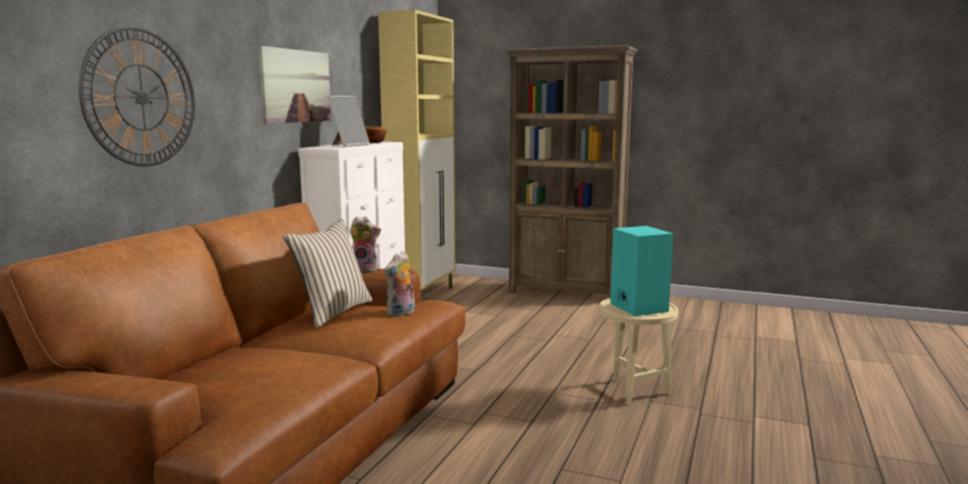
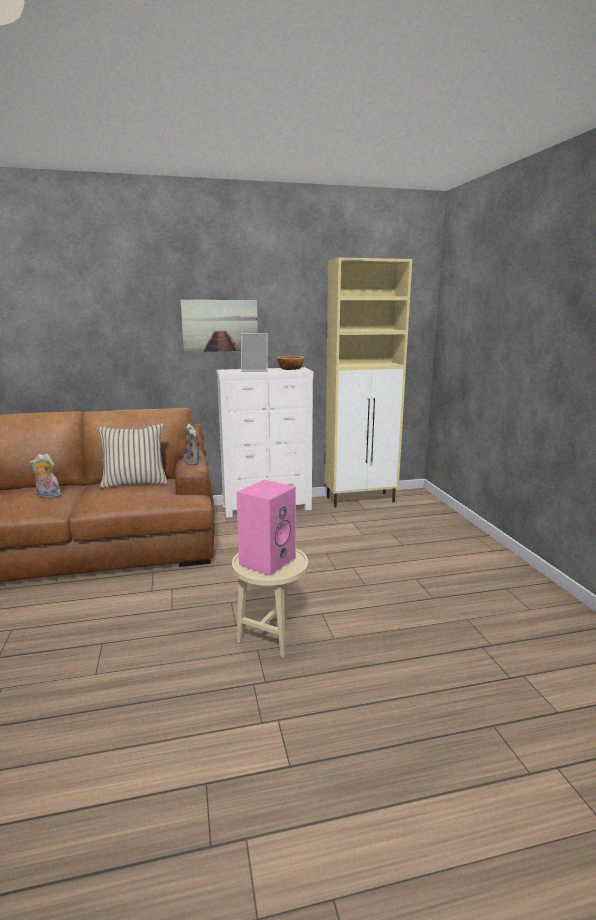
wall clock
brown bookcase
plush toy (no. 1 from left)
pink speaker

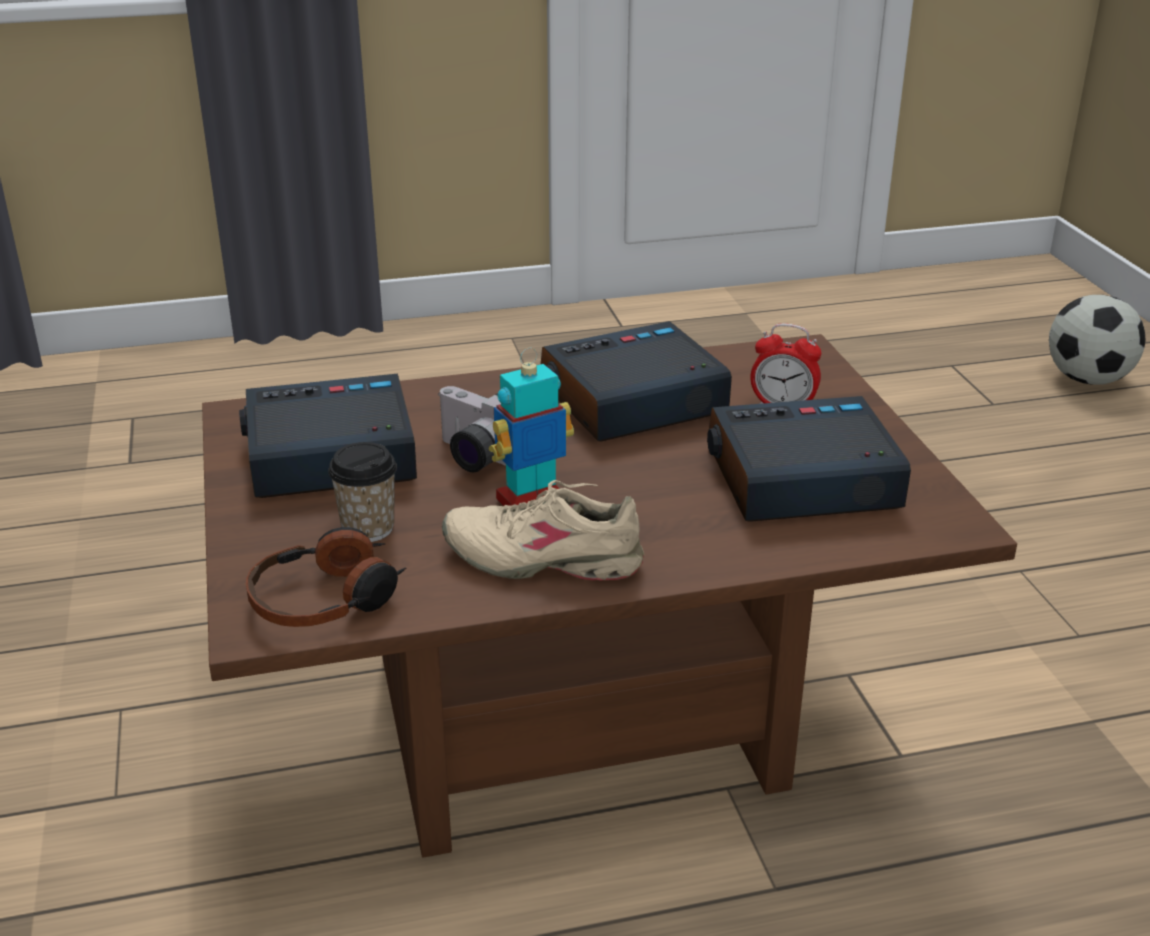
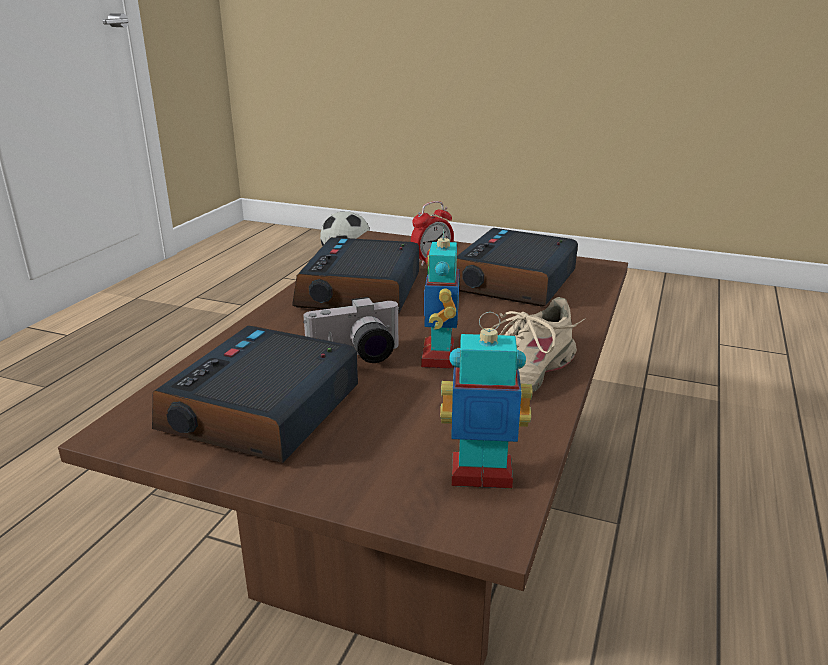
cup
toy robot (no. 2 from left)

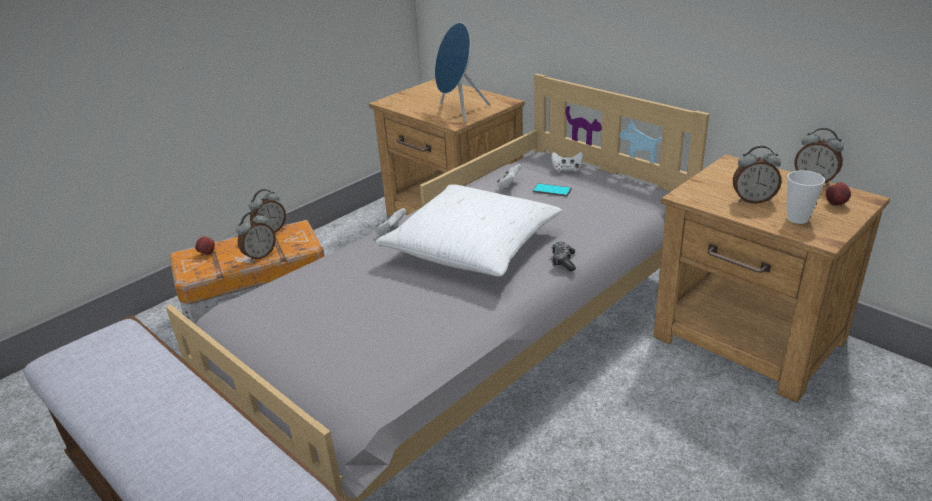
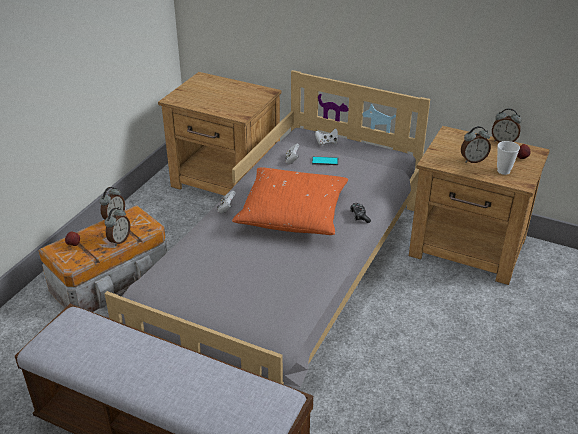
blue speaker
orange pillow

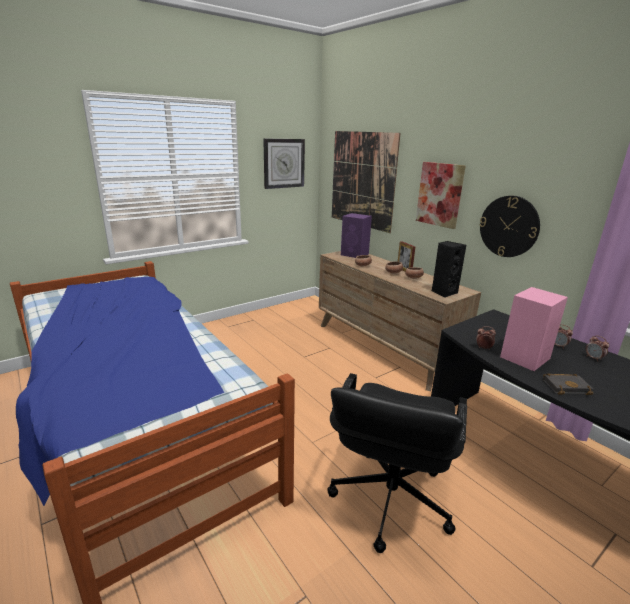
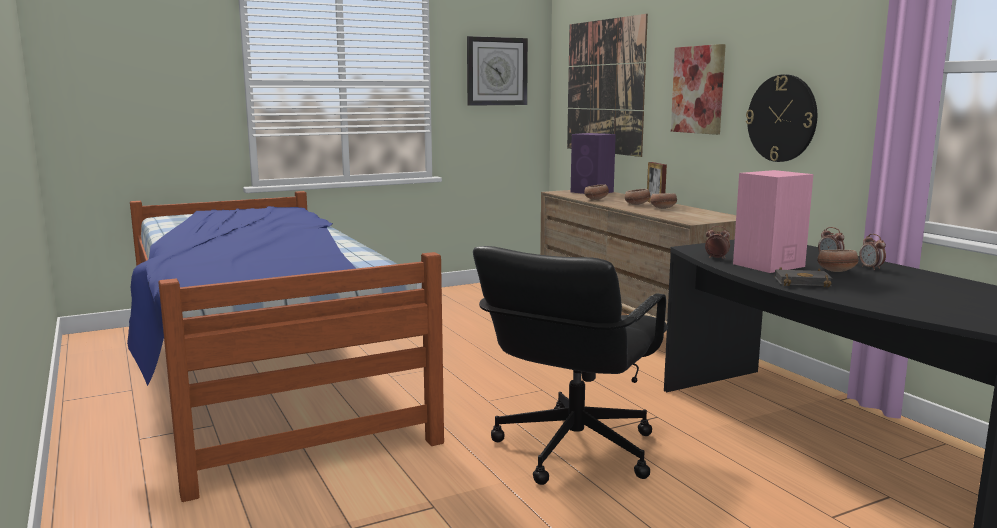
black speaker
bowl (no. 4 from left)

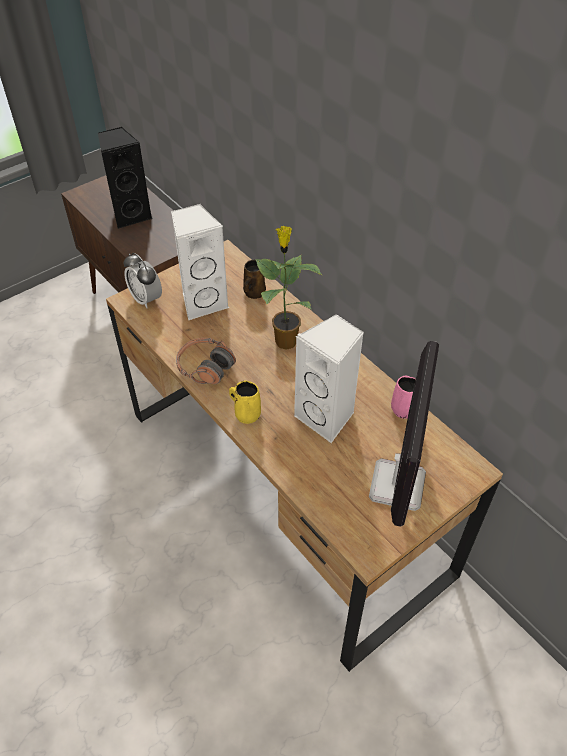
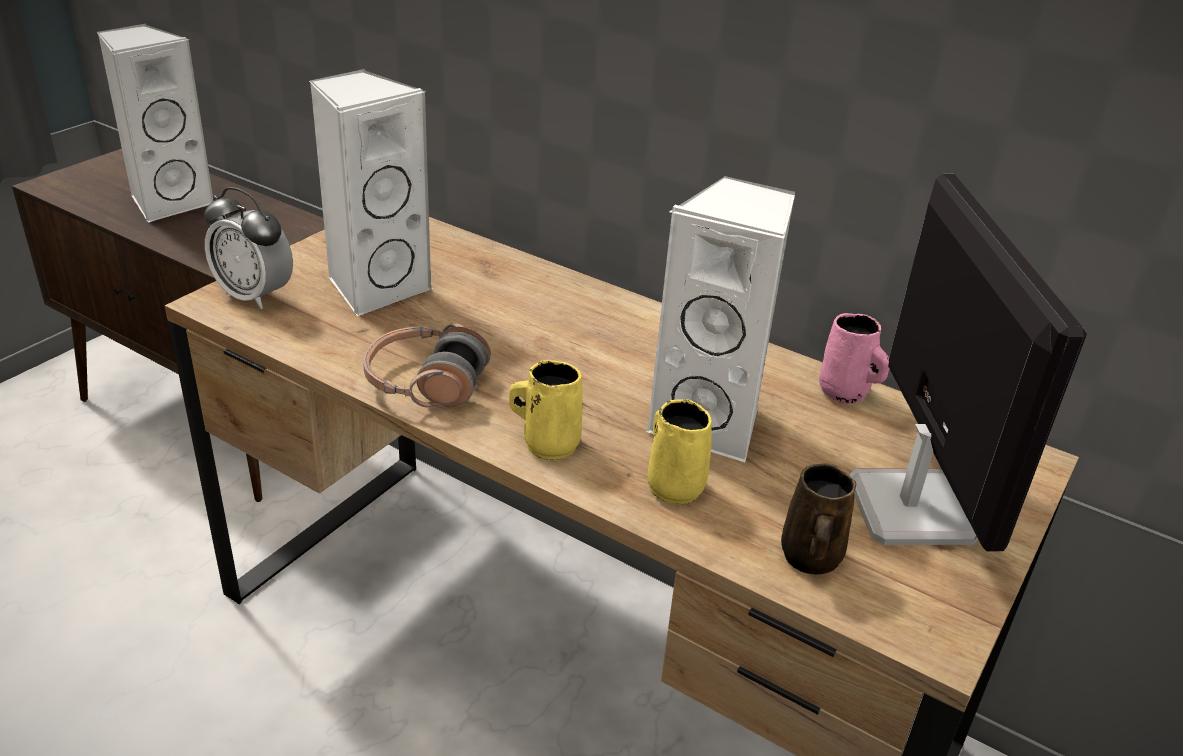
potted plant
yellow mug (no. 2 from left)
brown mug
white speaker (no. 1 from left)

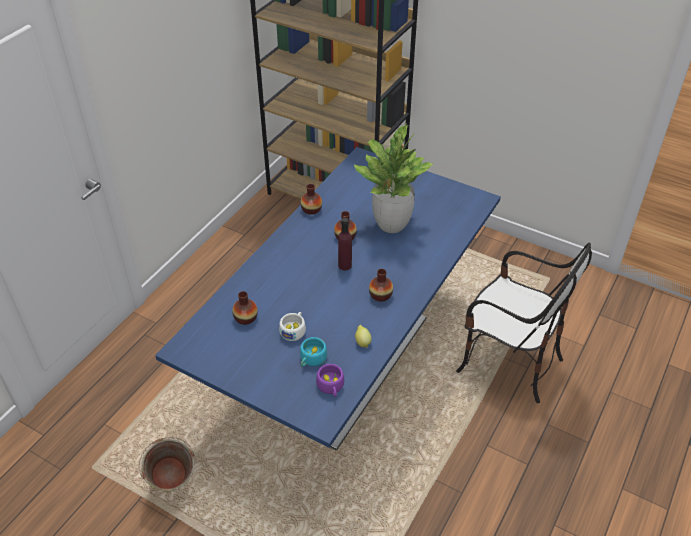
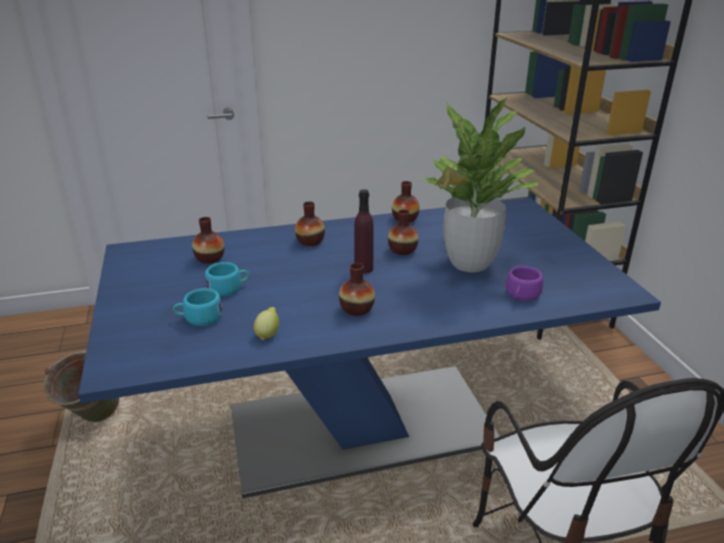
vase (no. 2 from left)
purple cup
turquoise cup (no. 2 from left)

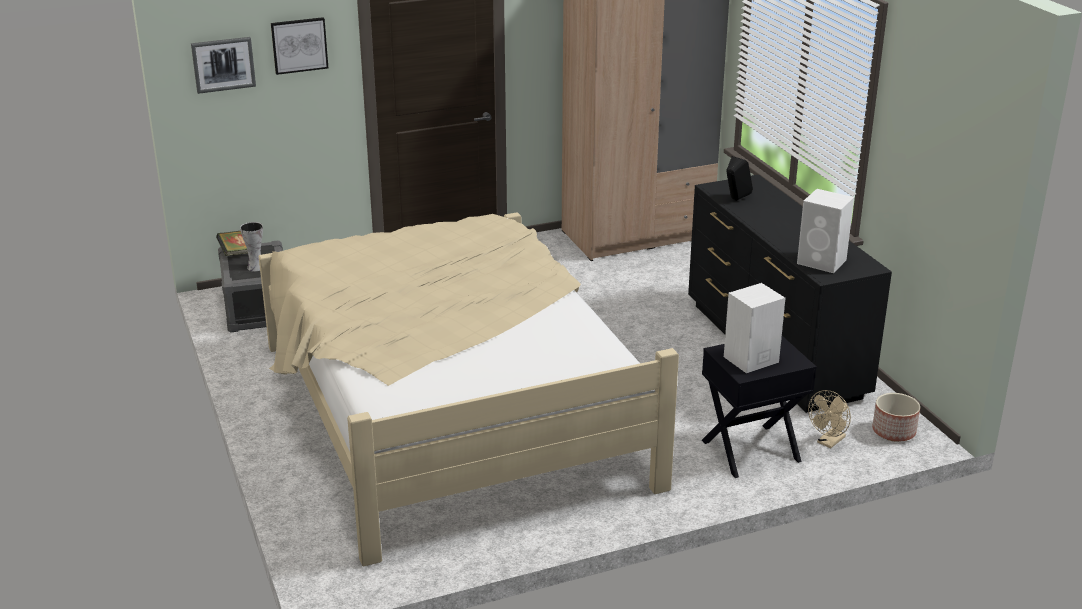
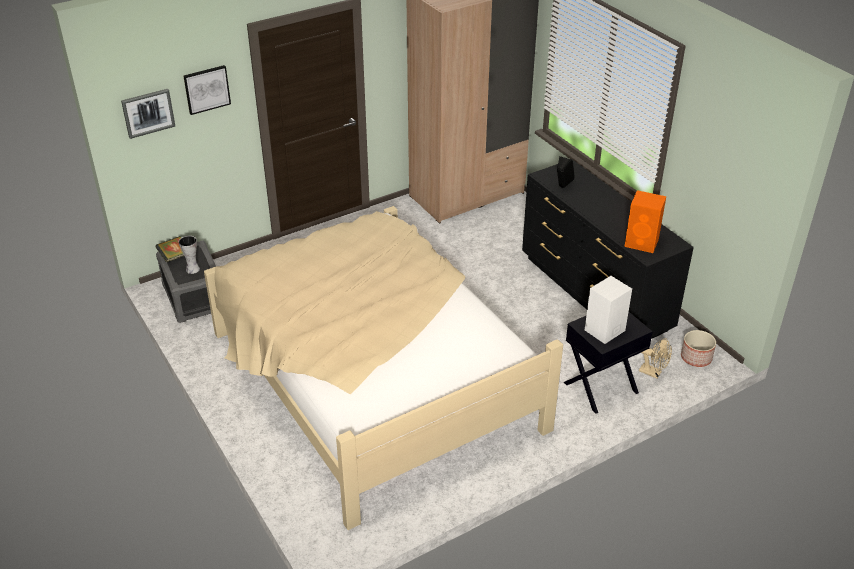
orange speaker
beige fan

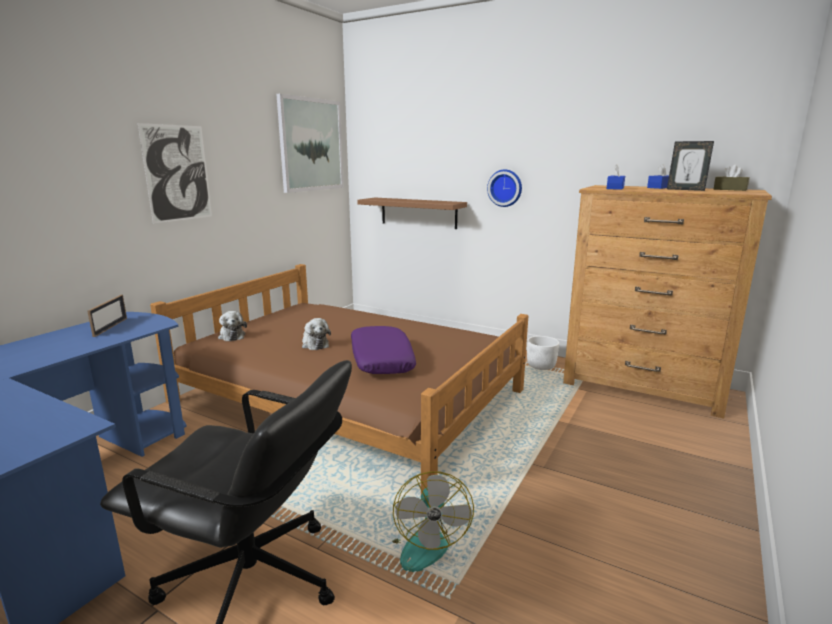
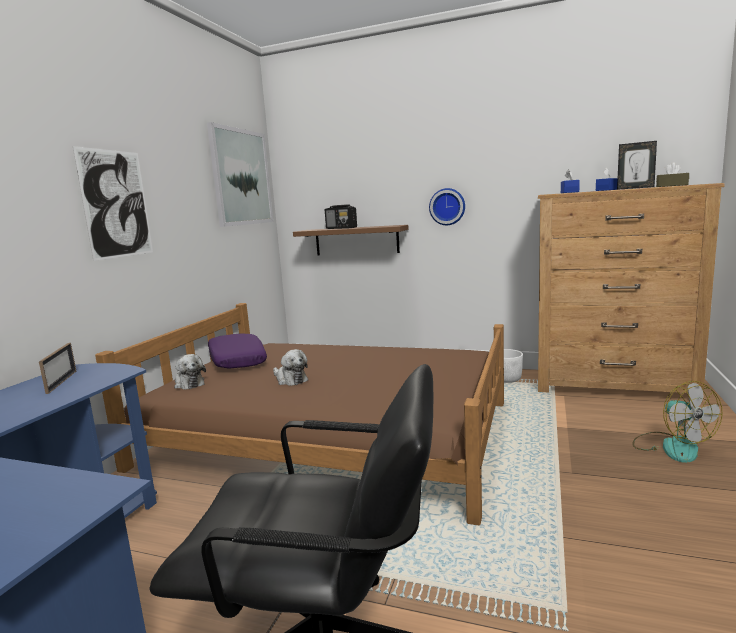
radio
purple pillow
fan

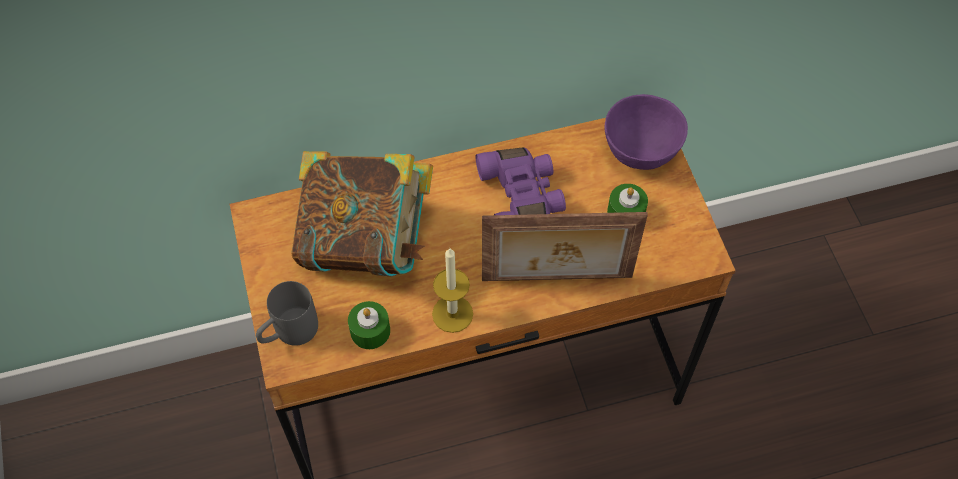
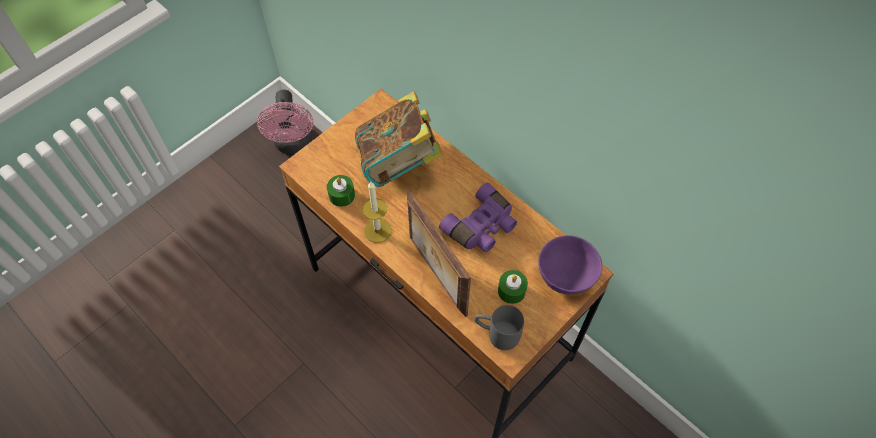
pink fan
grey mug

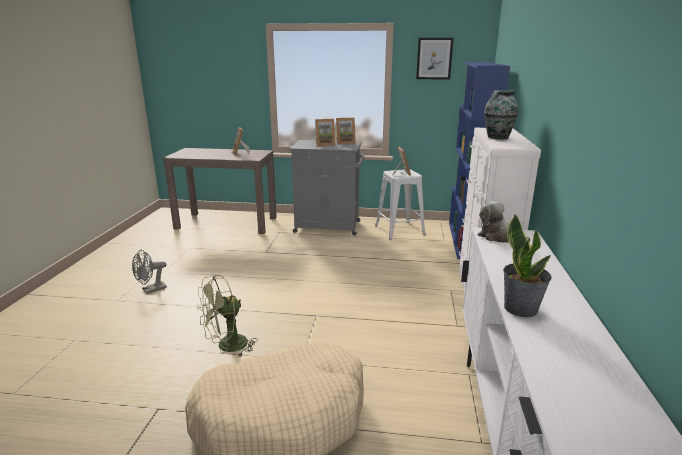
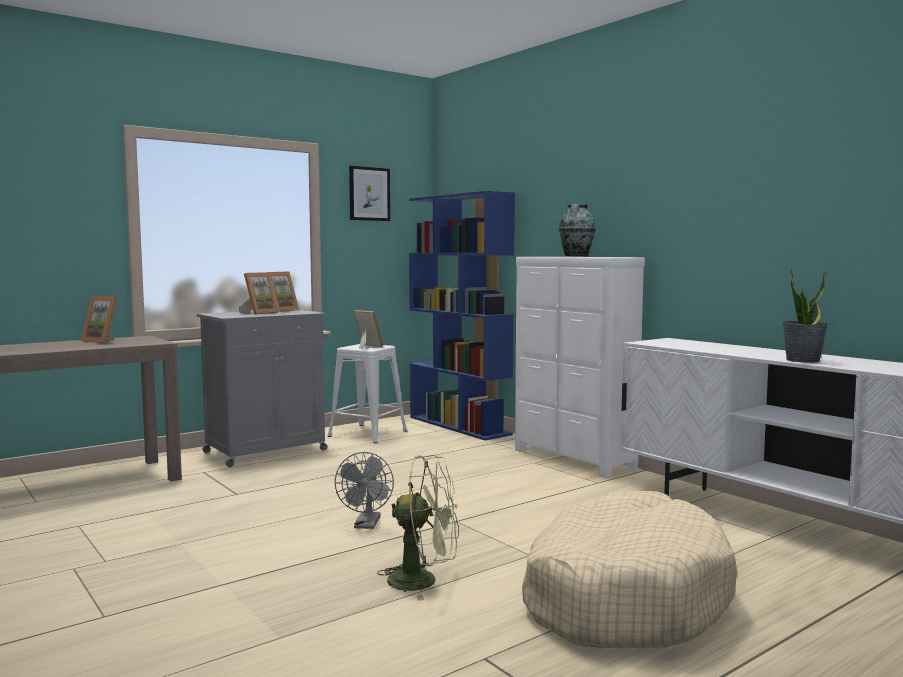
plush toy
grey fan
green fan

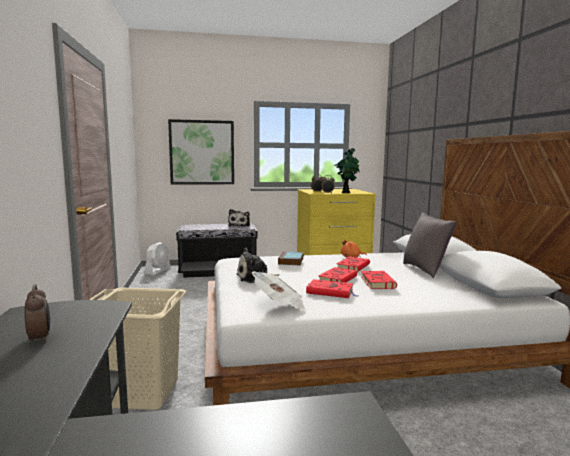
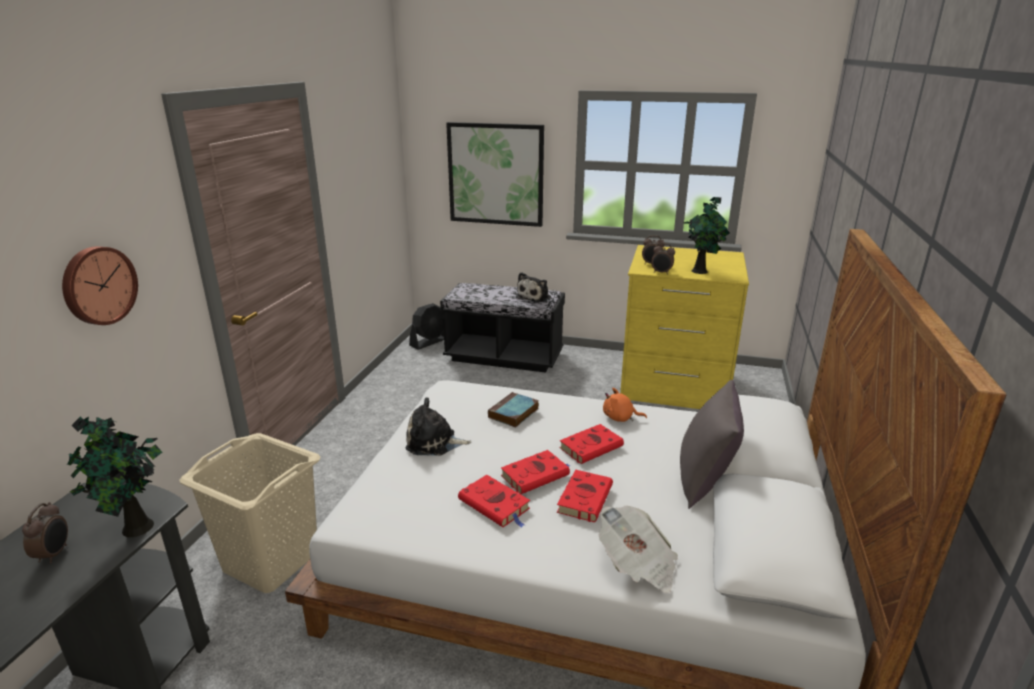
wall clock
potted plant (no. 1 from left)
newspaper
black fan

